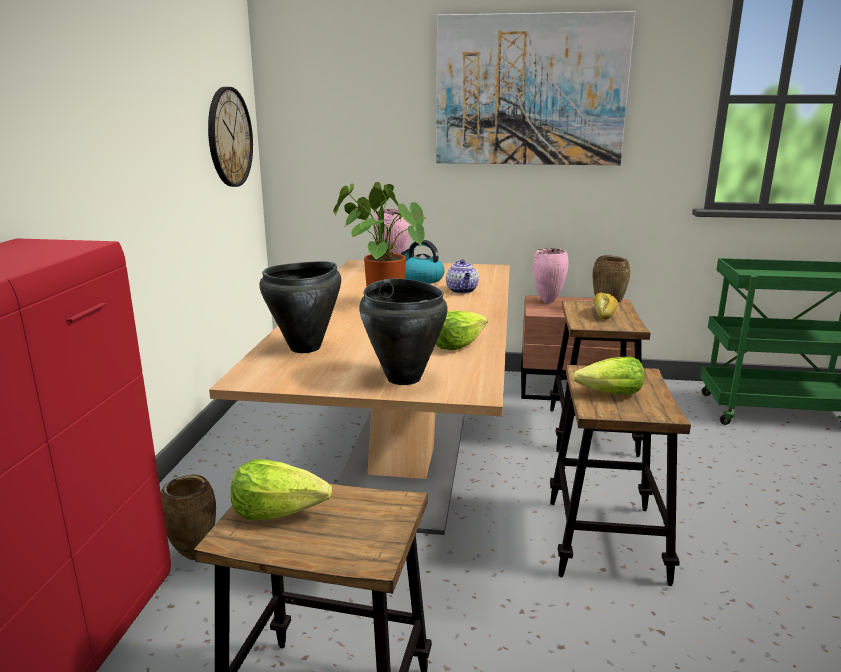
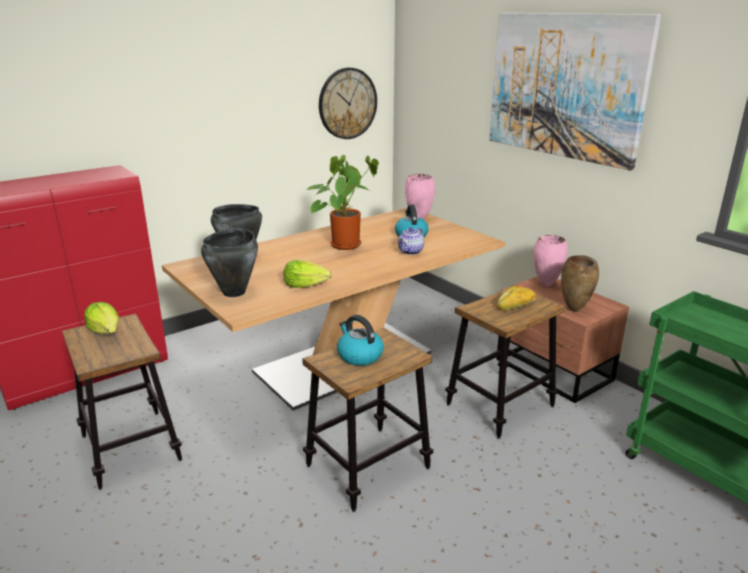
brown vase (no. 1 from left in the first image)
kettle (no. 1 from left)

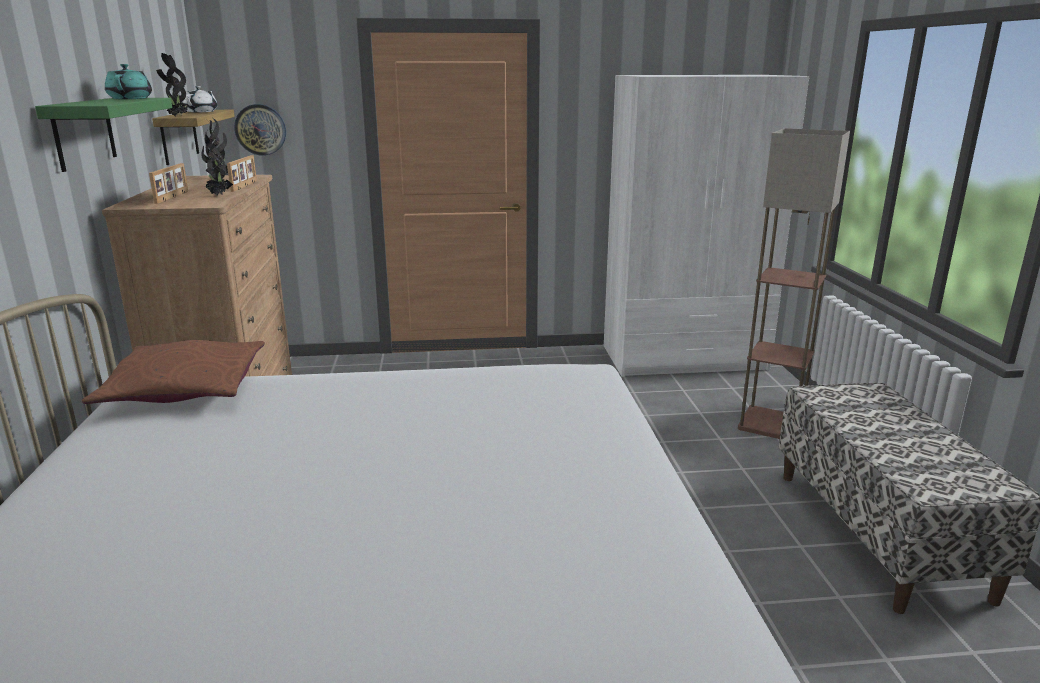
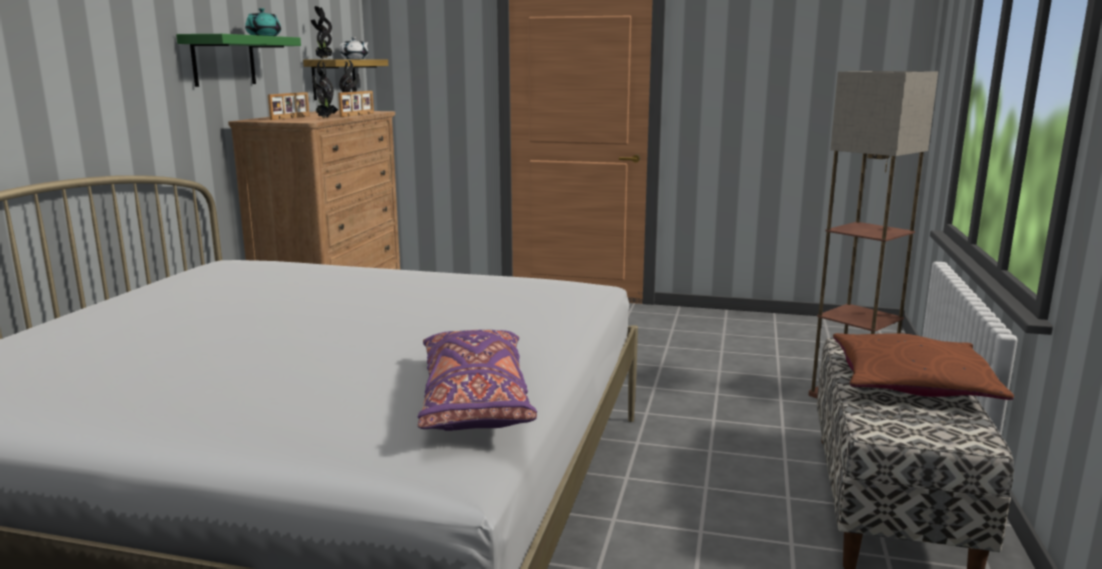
wall clock
white wardrobe
purple pillow
brown pillow

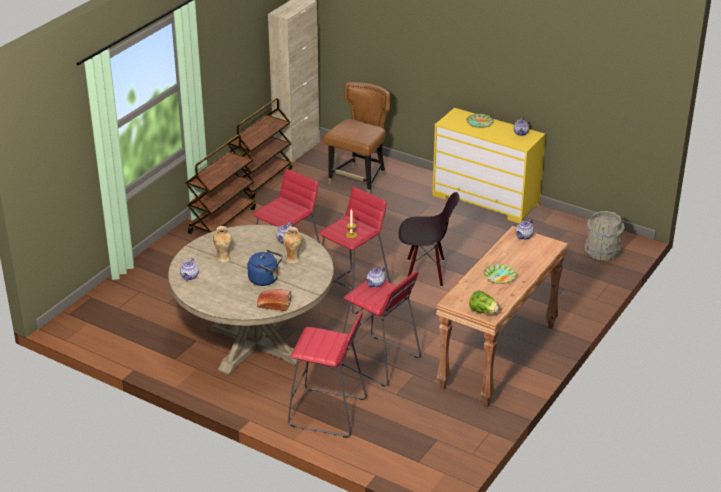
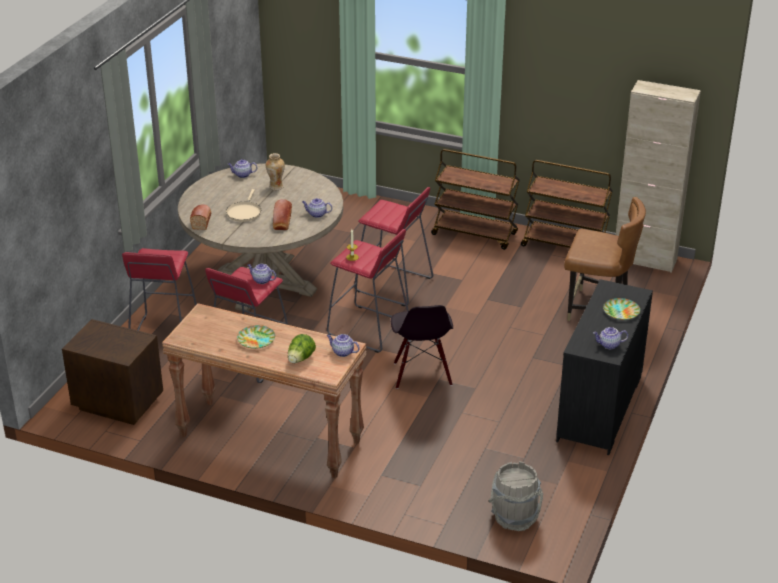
brown nightstand
lettuce
beige frying pan
bread (no. 2 from left)
black dresser

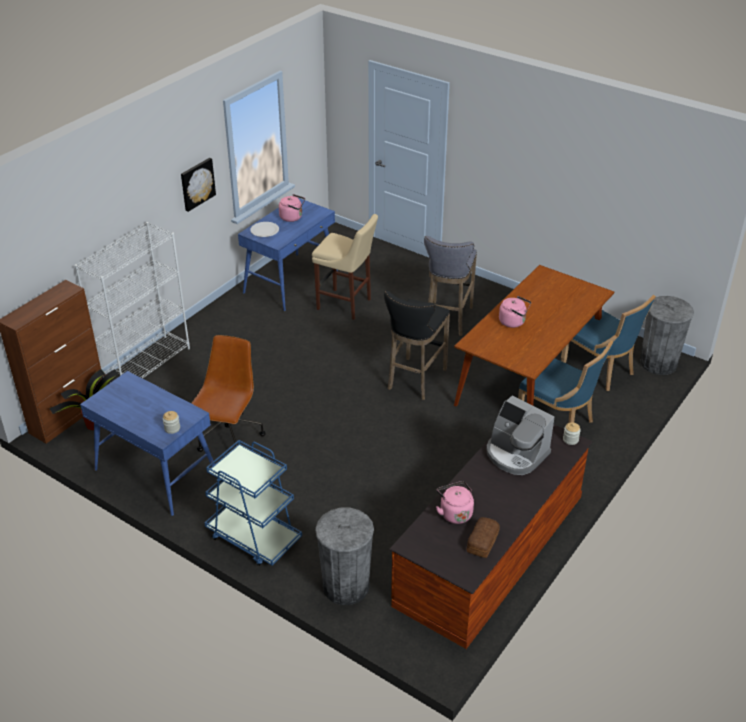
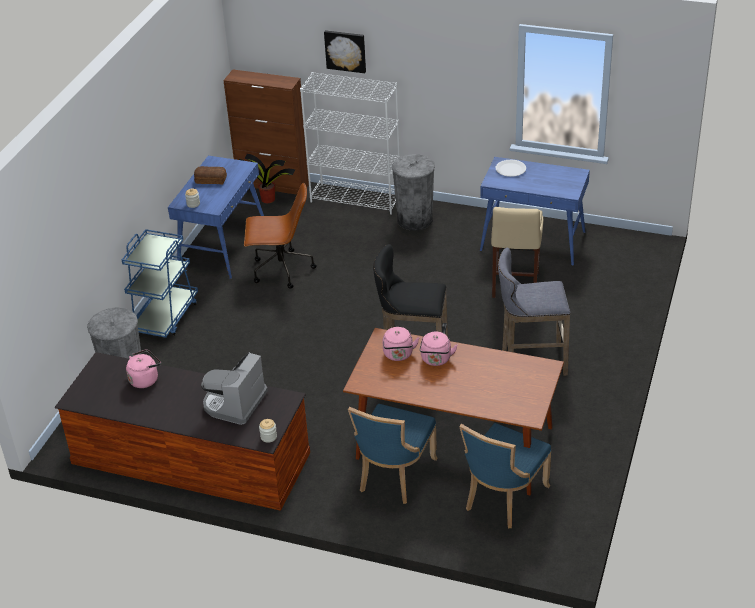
picture
pink kettle (no. 2 from left)
bread
grey trash can (no. 2 from left)

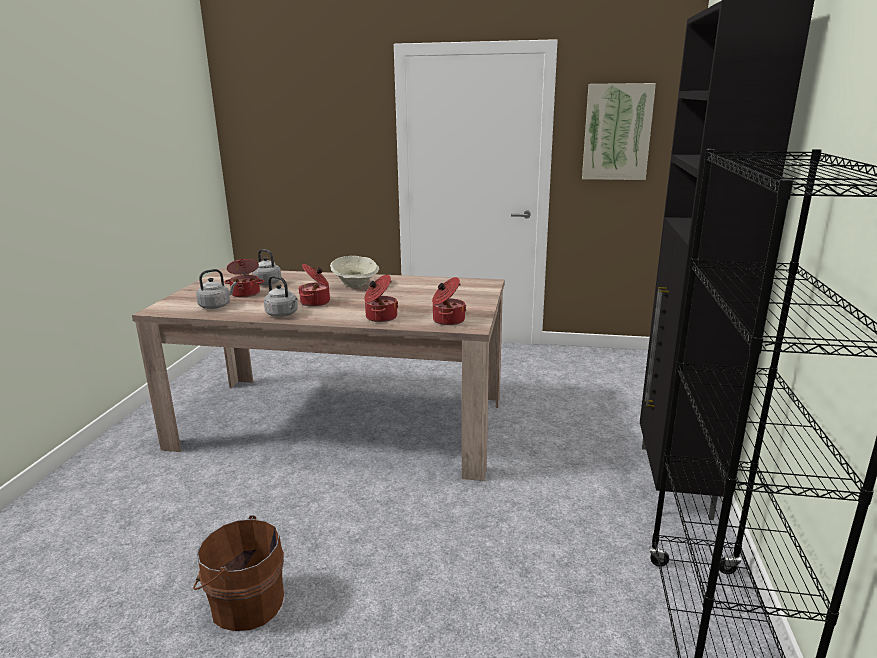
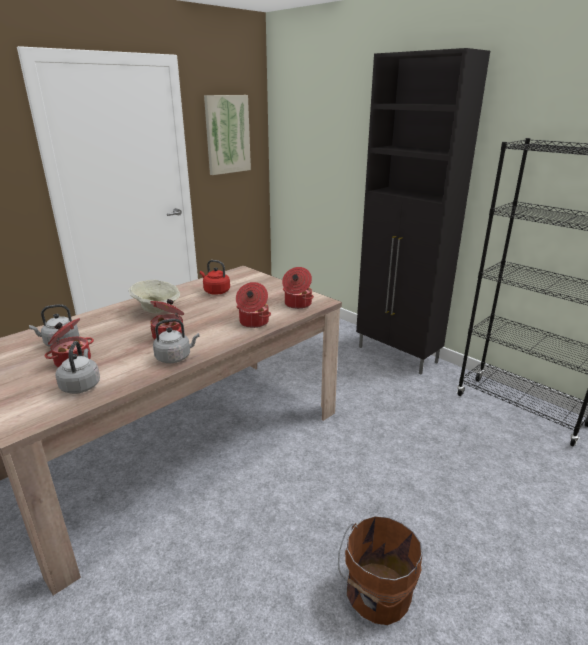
red kettle

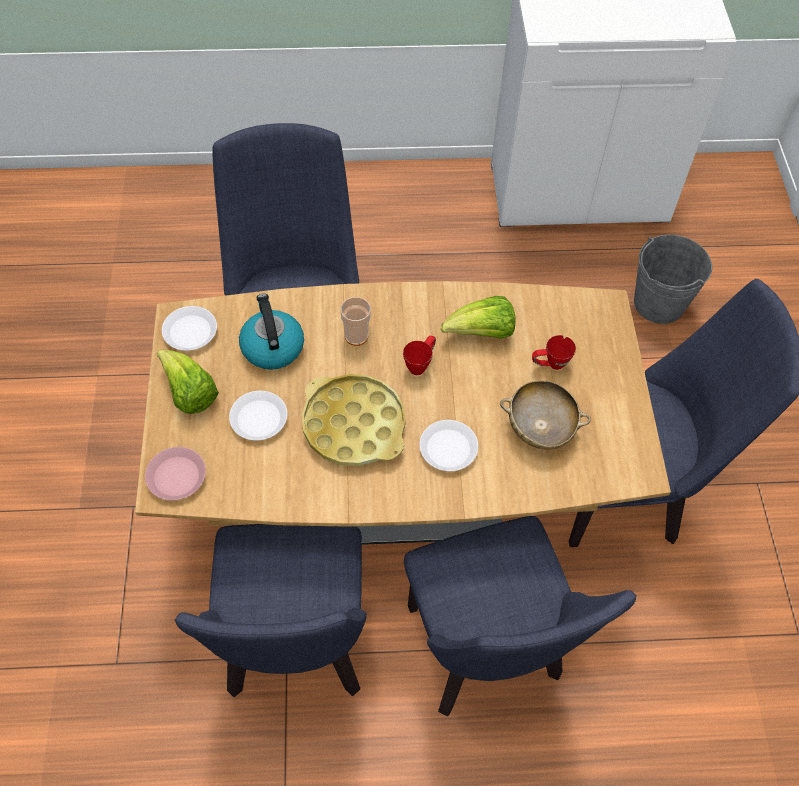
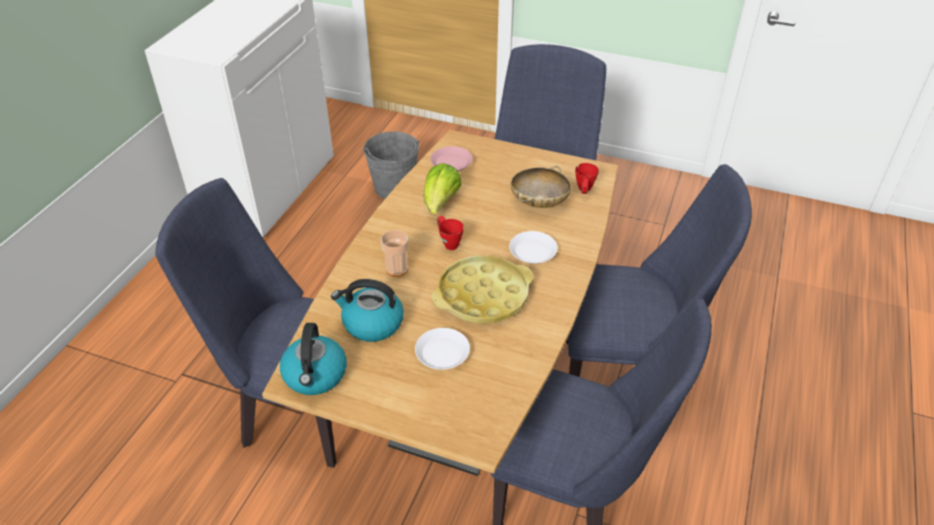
lettuce (no. 1 from left in the first image)
pink plate
red mug (no. 2 from left)
kettle (no. 1 from left)

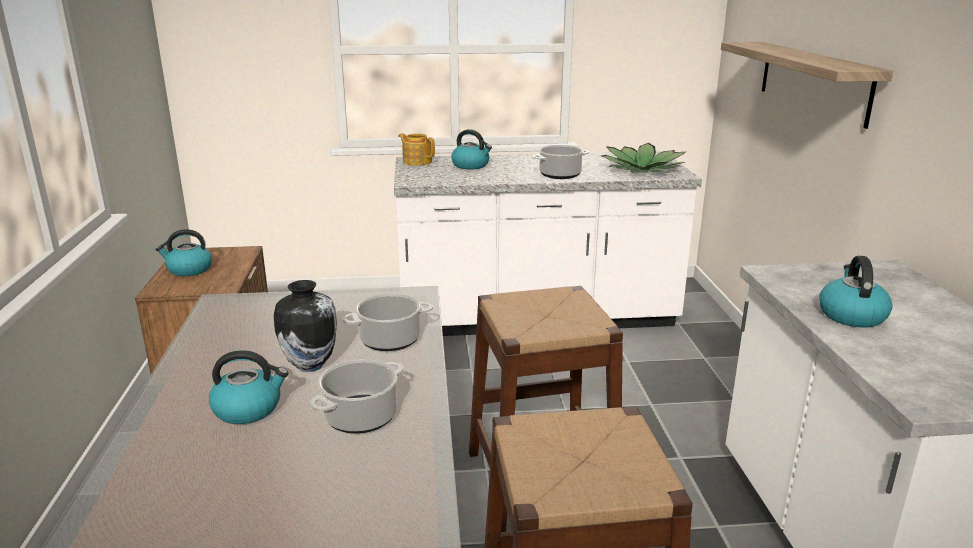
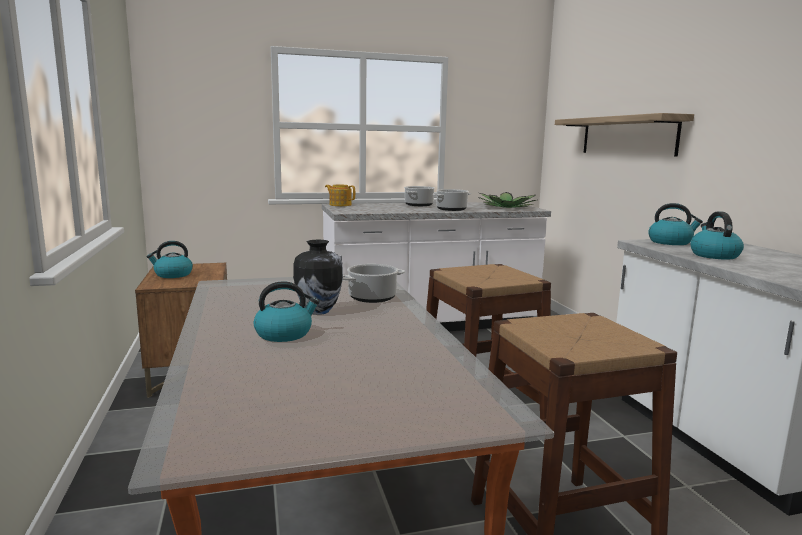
cooking pot (no. 2 from left)
kettle (no. 3 from left)

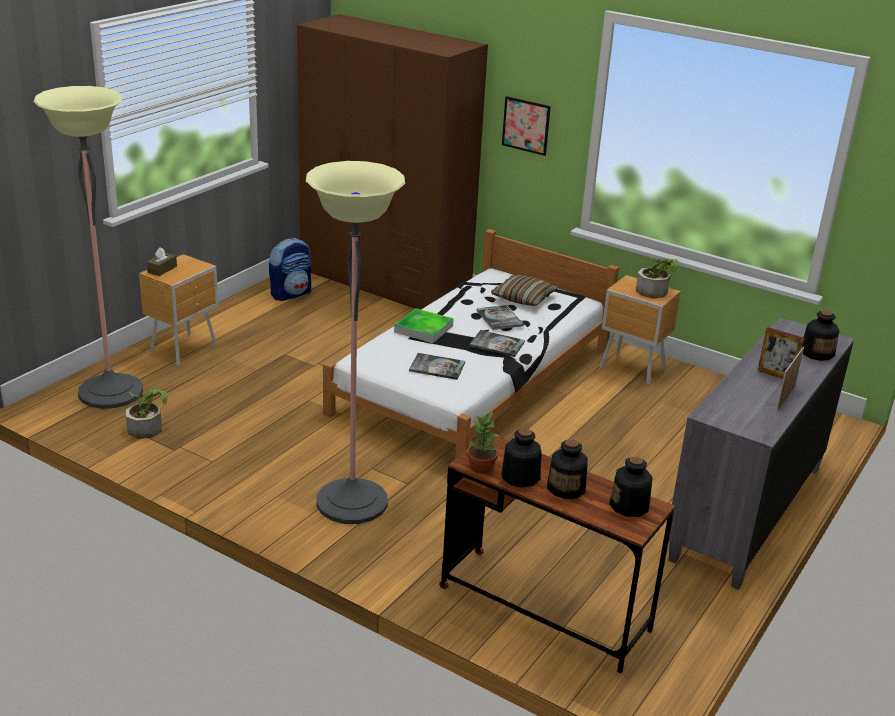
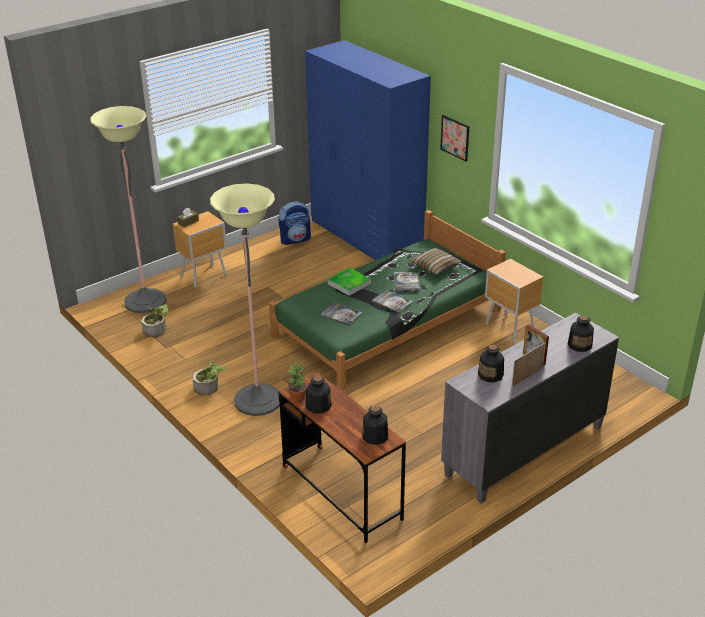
bottle (no. 3 from left)
potted plant (no. 2 from left)
blue wardrobe
green bed

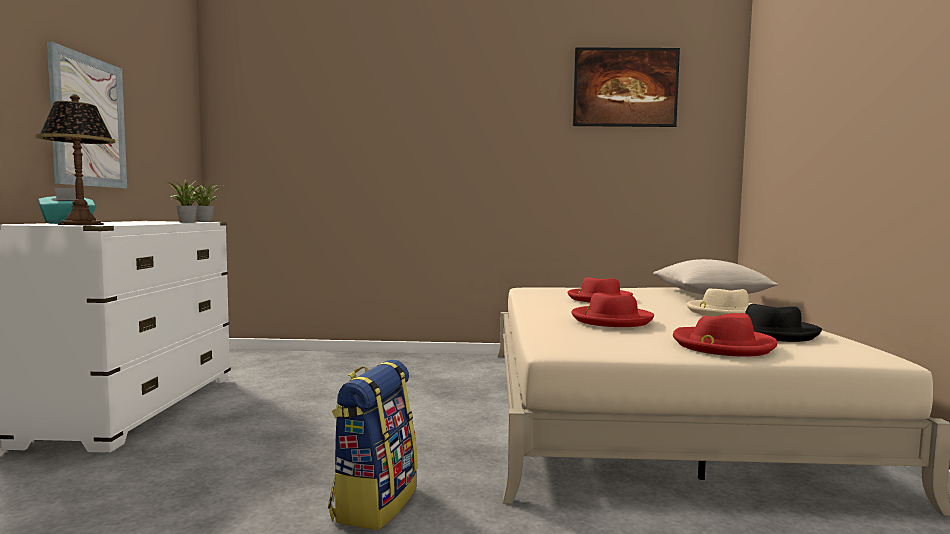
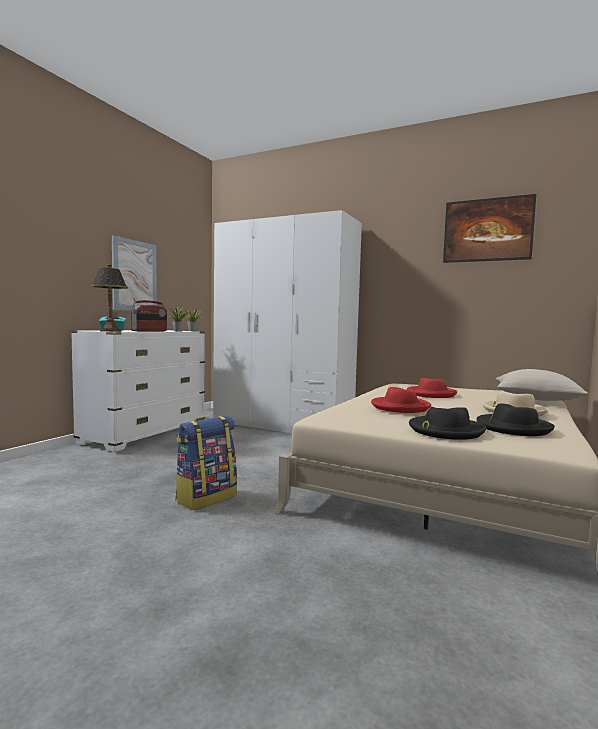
radio
white wardrobe
black hat (no. 1 from left)

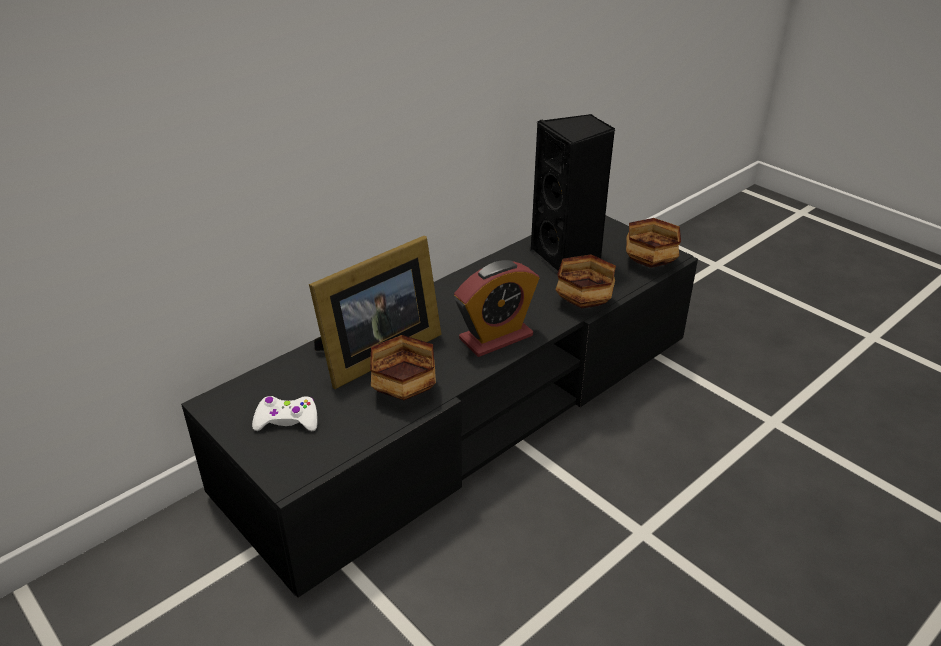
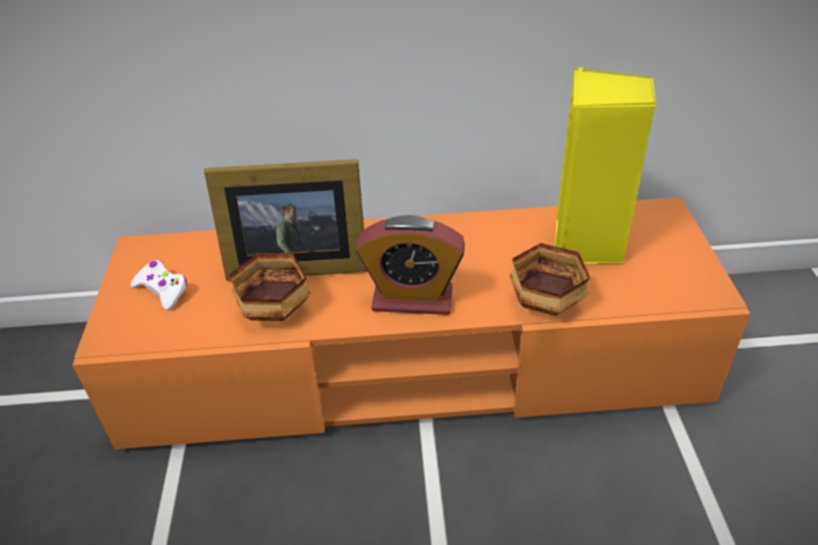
bowl (no. 3 from left in the first image)
orange tv stand
yellow speaker

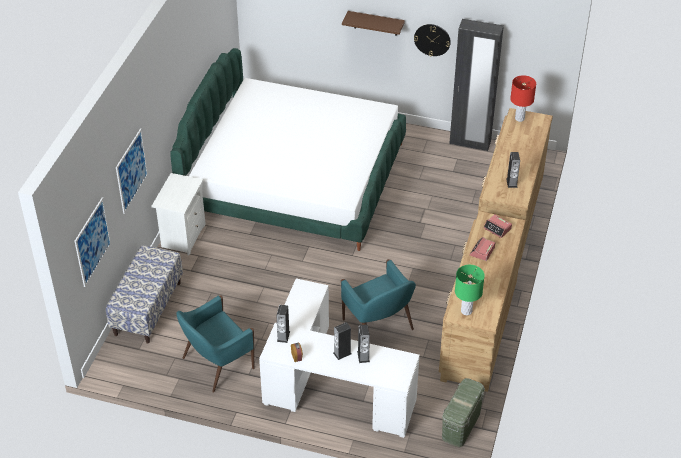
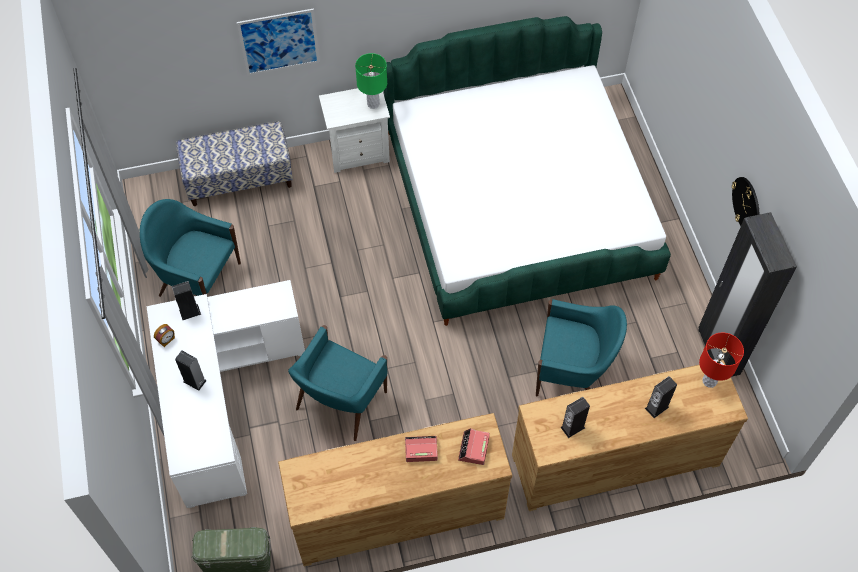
picture (no. 1 from left in the first image)
brown shelf
turquoise armchair (no. 3 from left)
speaker (no. 4 from left)
green table lamp

